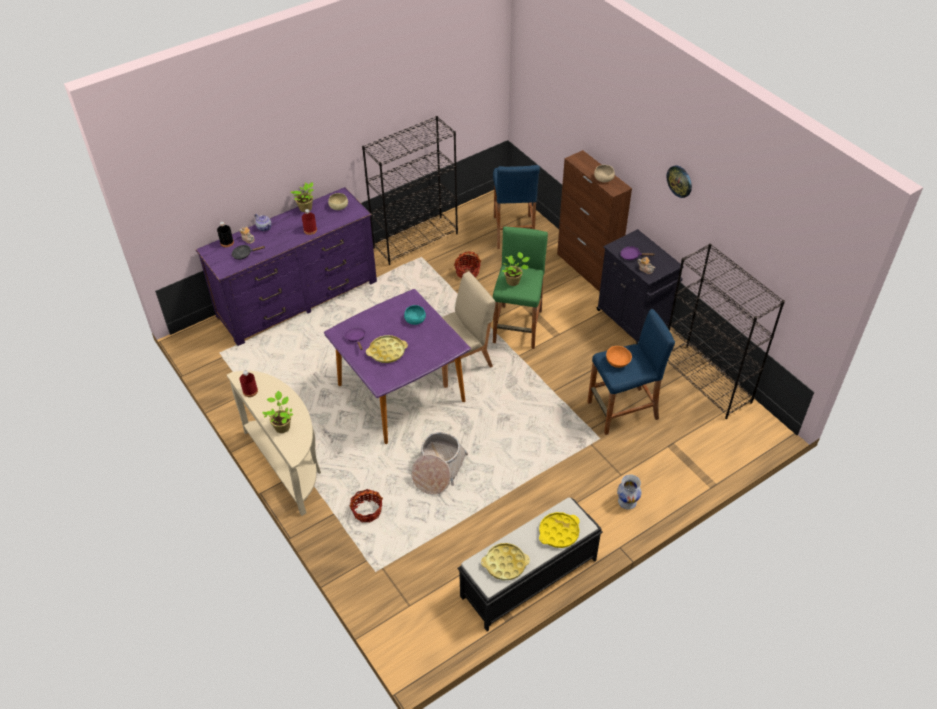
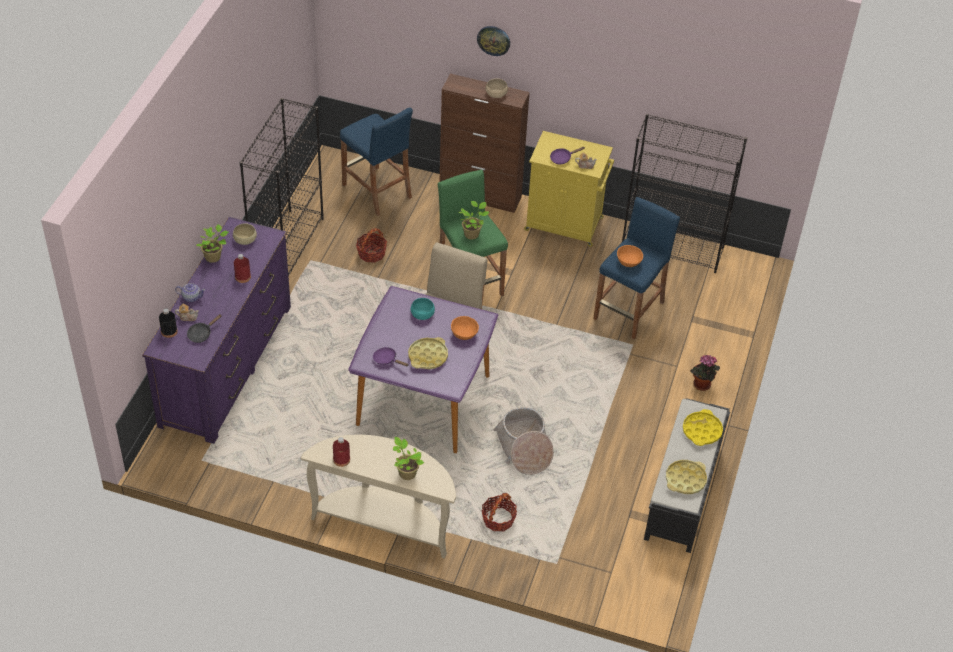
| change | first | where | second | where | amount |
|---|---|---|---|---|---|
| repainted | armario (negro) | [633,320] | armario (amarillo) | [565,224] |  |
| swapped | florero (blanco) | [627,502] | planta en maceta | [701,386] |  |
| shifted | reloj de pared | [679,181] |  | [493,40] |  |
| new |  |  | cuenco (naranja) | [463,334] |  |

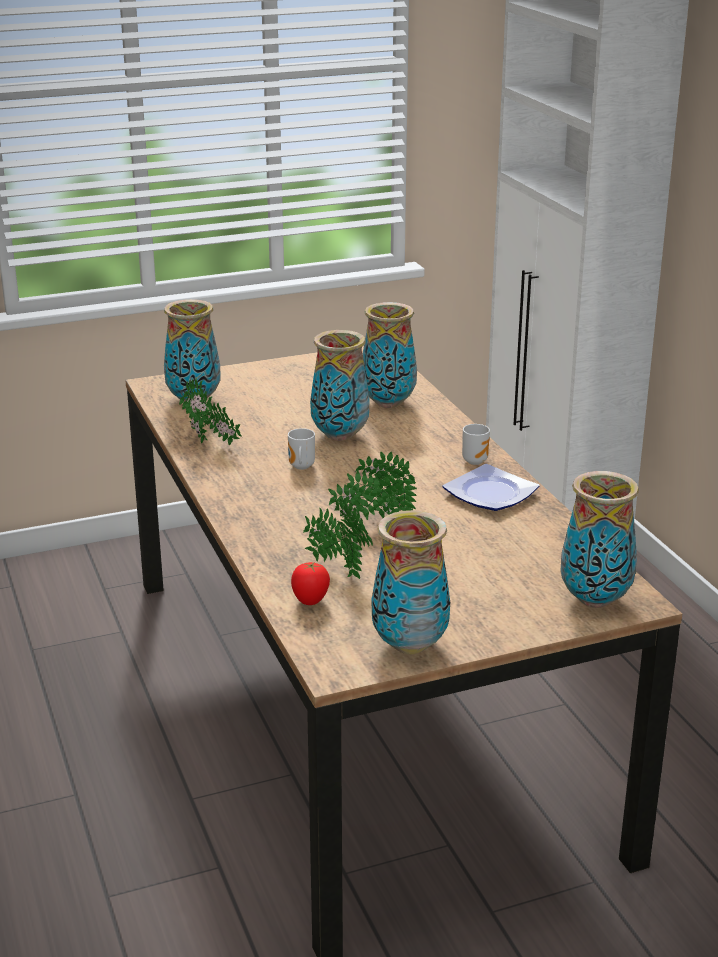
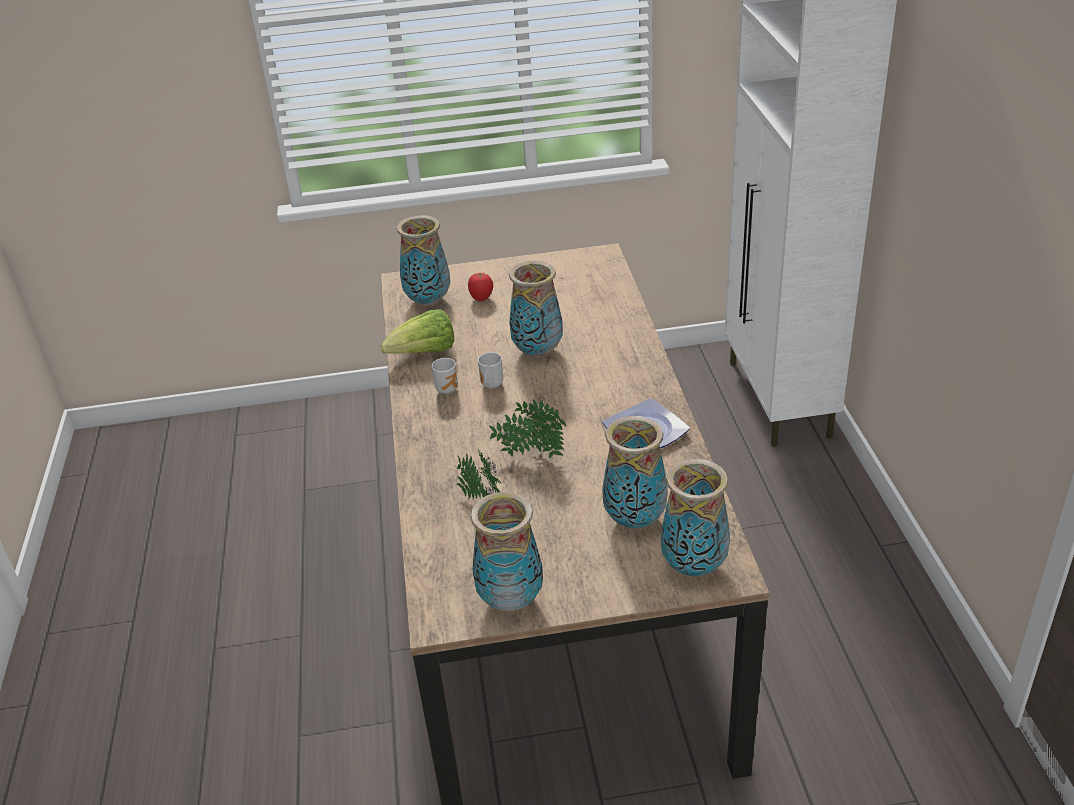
| change | first | where | second | where | amount |
|---|---|---|---|---|---|
| swapped | planta en maceta | [211,445] | lechuga | [424,354] |  |
| shifted | tomate | [310,601] |  | [481,298] |  |
| shifted | florero | [387,403] |  | [634,520] |  |
| shifted | taza grande | [475,460] |  | [448,389] |  |

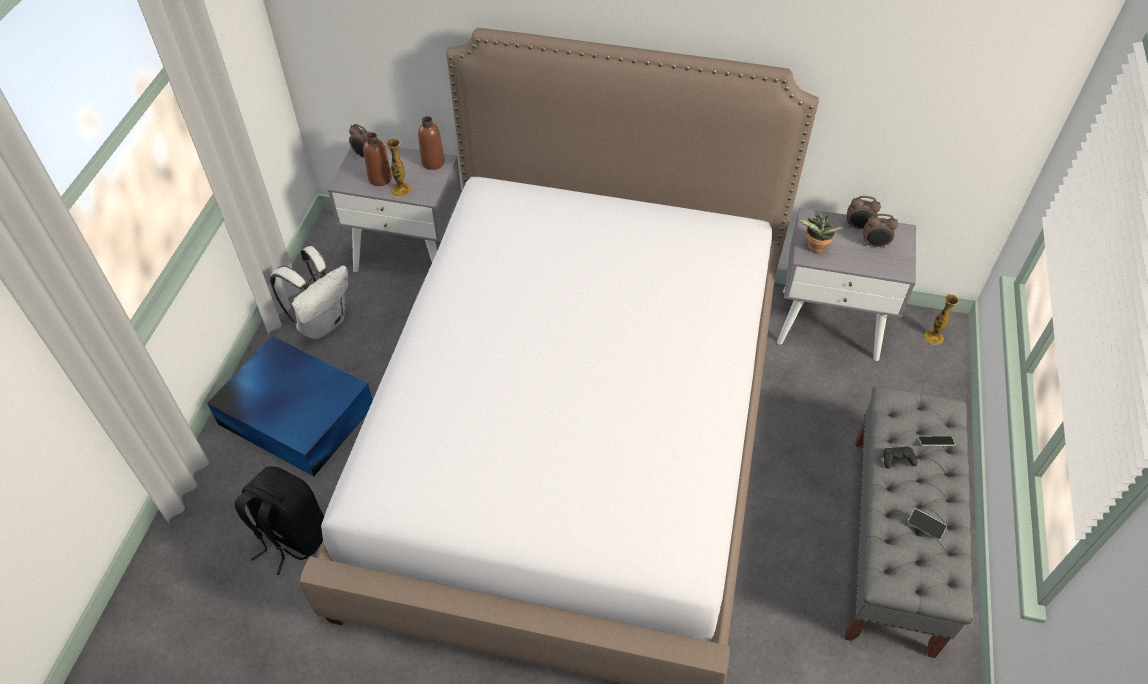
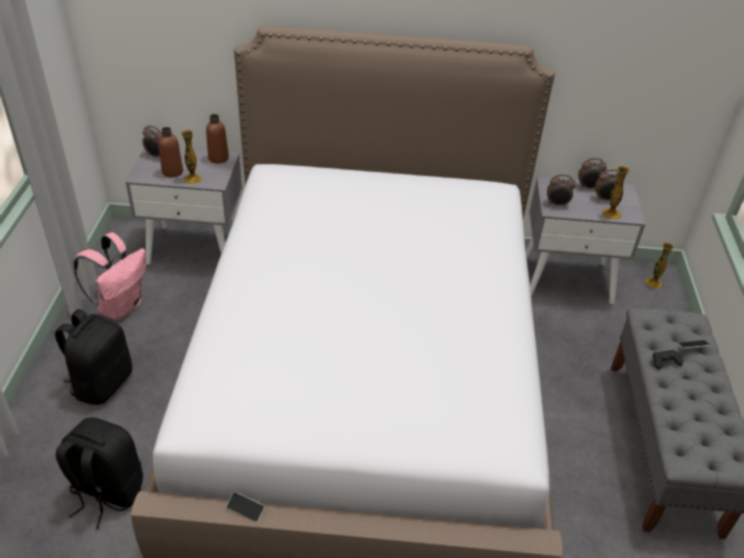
| change | first | where | second | where | amount |
|---|---|---|---|---|---|
| swapped | caja de almacenaje (azul) | [295,413] | mochila (negro) | [102,383] |  |
| repainted | mochila (blanco) | [322,322] | mochila (rosa) | [121,306] |  |
| swapped | planta en maceta | [814,248] | despertador | [557,204] |  |
| shifted | móvil | [925,526] |  | [245,509] |  |
| new |  |  | florero | [611,214] |  |

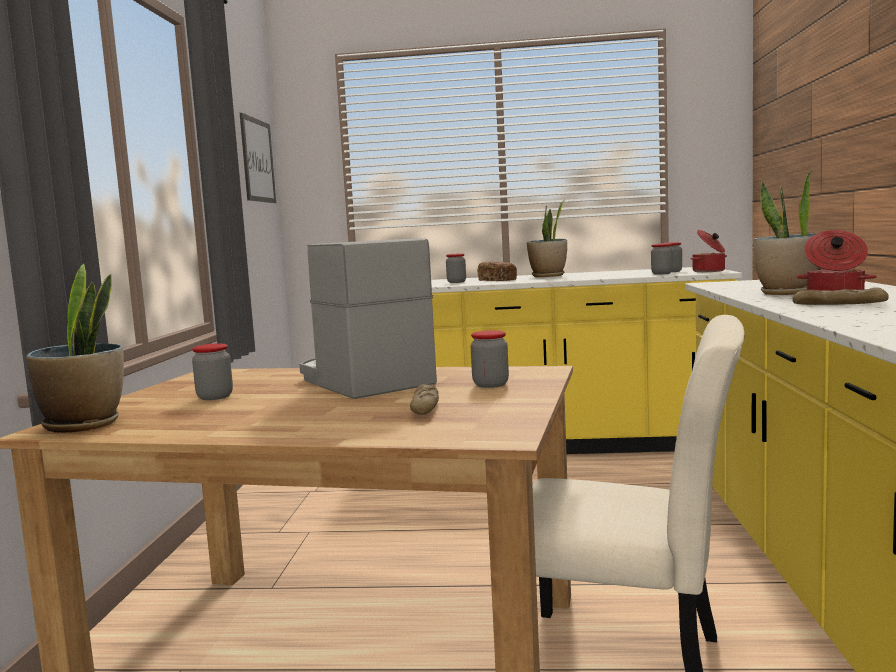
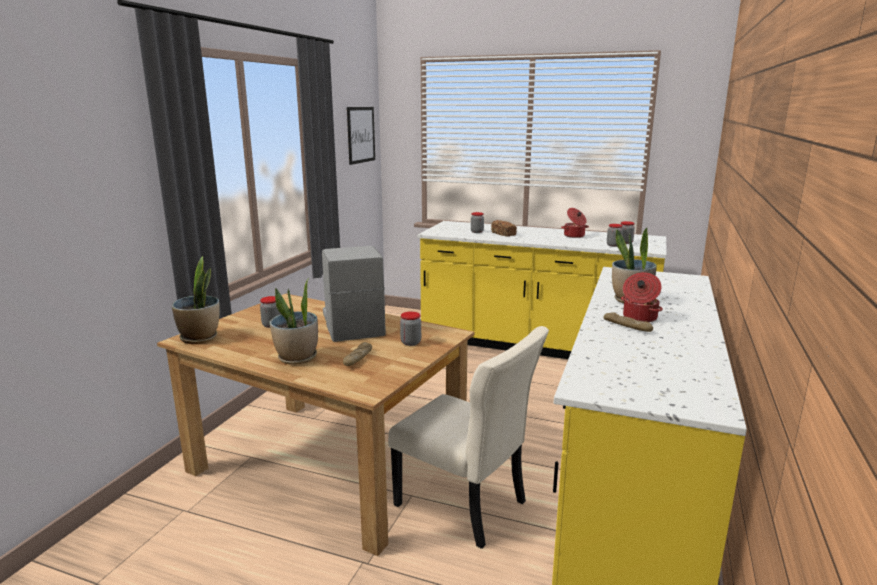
| change | first | where | second | where | amount |
|---|---|---|---|---|---|
| shifted | planta en maceta | [548,276] |  | [297,358] |  |
| shifted | olla | [709,271] |  | [574,236] |  |

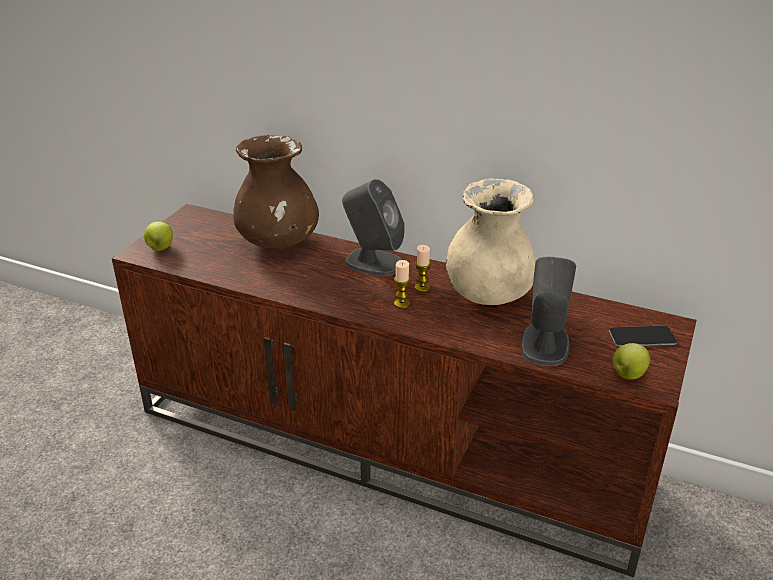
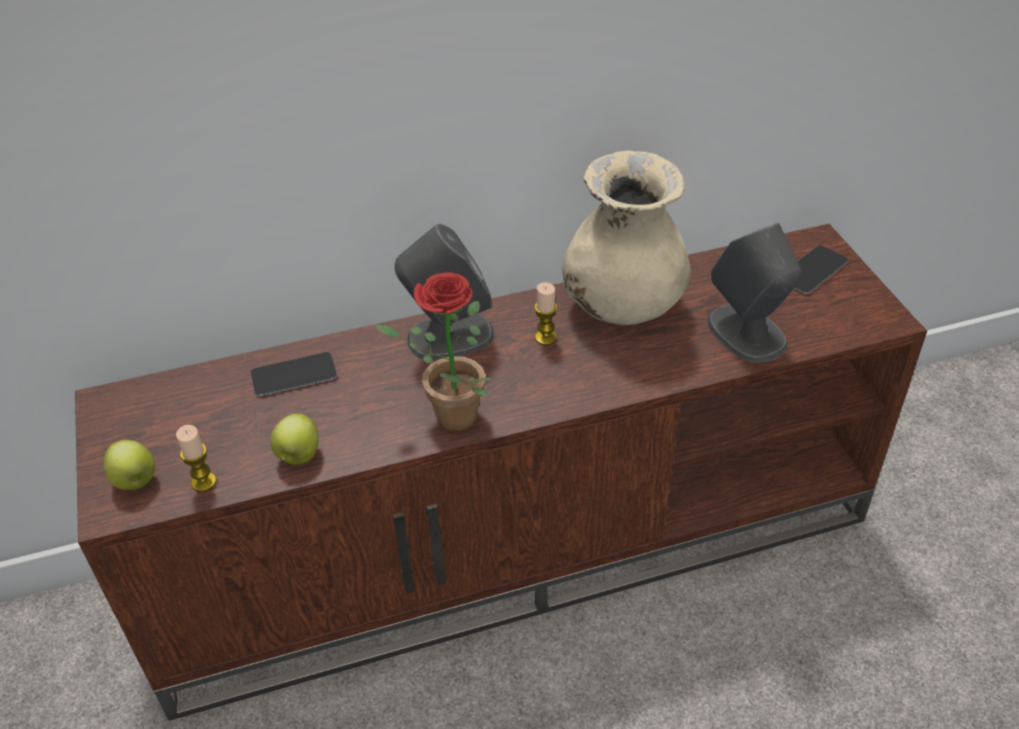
| change | first | where | second | where | amount |
|---|---|---|---|---|---|
| swapped | florero (marrón) | [279,242] | móvil | [294,375] |  |
| shifted | vela | [401,303] |  | [204,482] |  |
| shifted | manzana | [627,375] |  | [298,456] |  |
| new |  |  | planta en maceta | [447,418] |  |

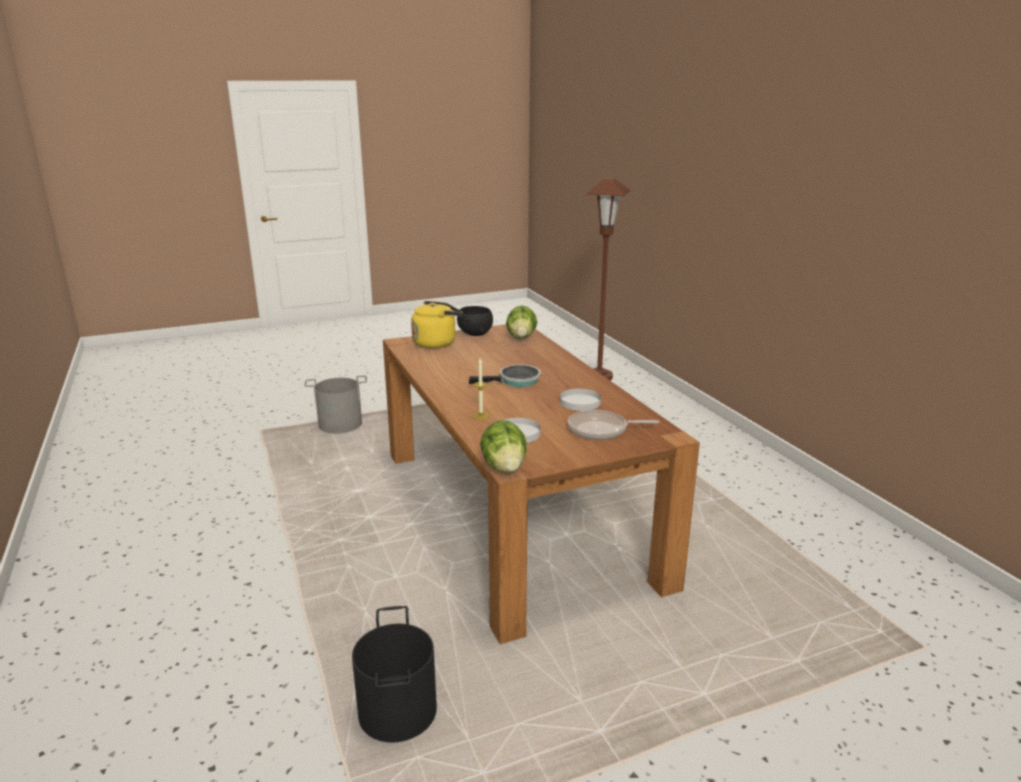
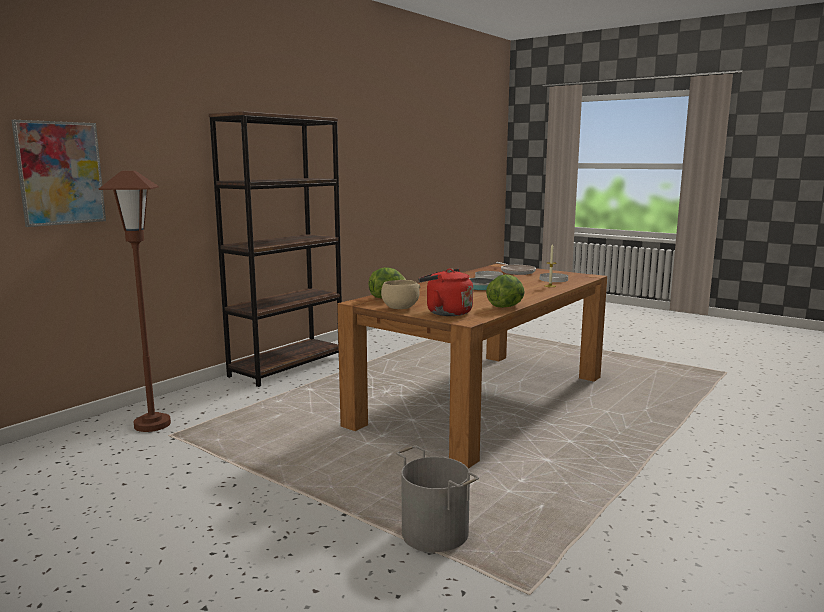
| change | first | where | second | where | amount |
|---|---|---|---|---|---|
| gone | cubo (negro) | [396,712] |  |  |  |
| repainted | hervidor (amarillo) | [436,343] | hervidor (rojo) | [446,312] |  |
| repainted | cuenco (negro) | [475,333] | cuenco (beis) | [399,308] |  |
| shifted | lechuga | [504,468] |  | [506,306] |  |
| new |  |  | cuadro | [60,173] |  |
| new |  |  | estantería (marrón) | [287,366] |  |

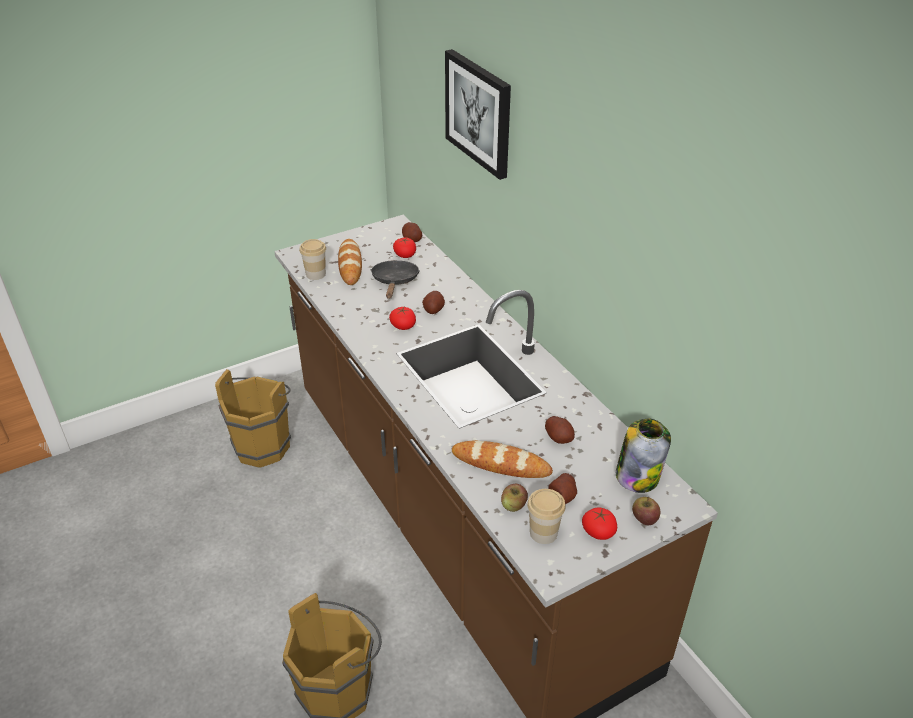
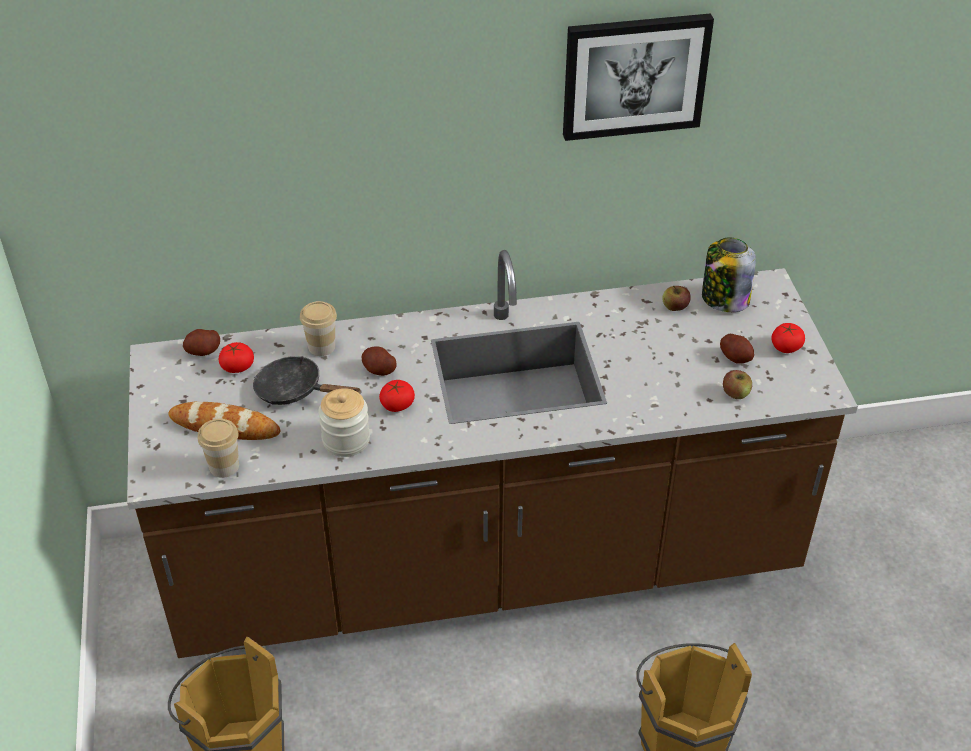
| change | first | where | second | where | amount |
|---|---|---|---|---|---|
| shifted | cuadro | [479,112] |  | [634,75] |  |
| gone | pan | [501,463] |  |  |  |
| shifted | taza | [543,533] |  | [321,346] |  |
| gone | patata | [559,437] |  |  |  |
| shifted | manzana | [644,519] |  | [675,307] |  |
| new |  |  | tarro | [346,440] |  |

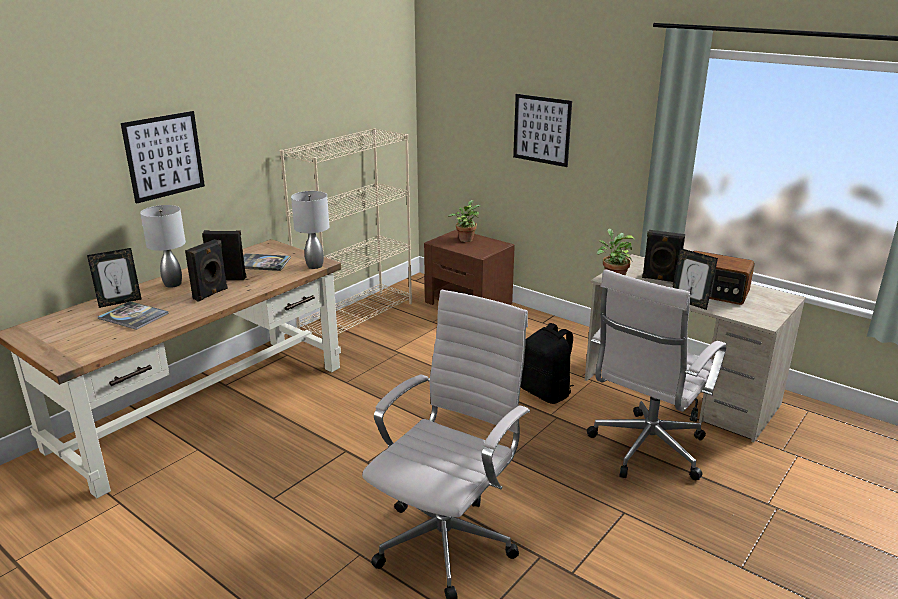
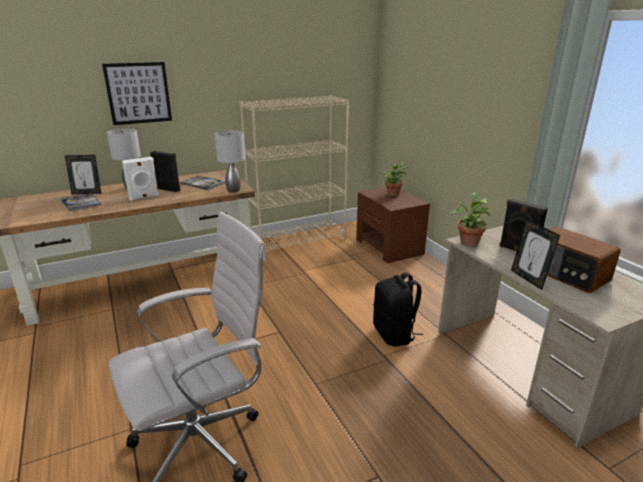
| change | first | where | second | where | amount |
|---|---|---|---|---|---|
| repainted | altavoz (negro) | [211,294] | altavoz (blanco) | [144,197] |  |
| gone | cuadro | [542,130] |  |  |  |
| gone | silla de oficina (blanco) | [645,451] |  |  |  |

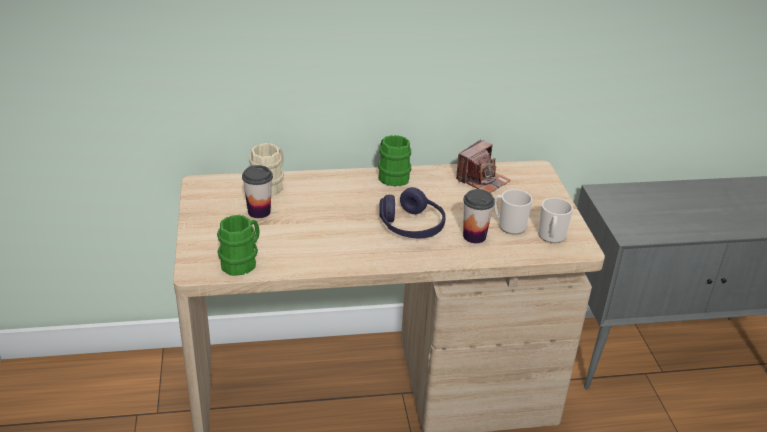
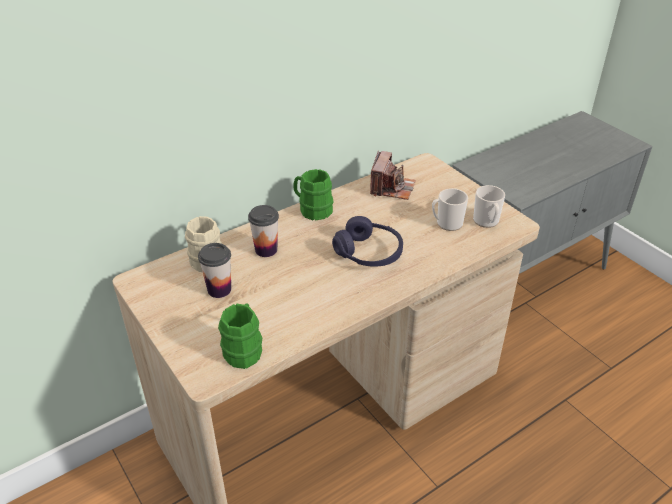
| change | first | where | second | where | amount |
|---|---|---|---|---|---|
| shifted | taza | [474,236] |  | [266,250] |  |

